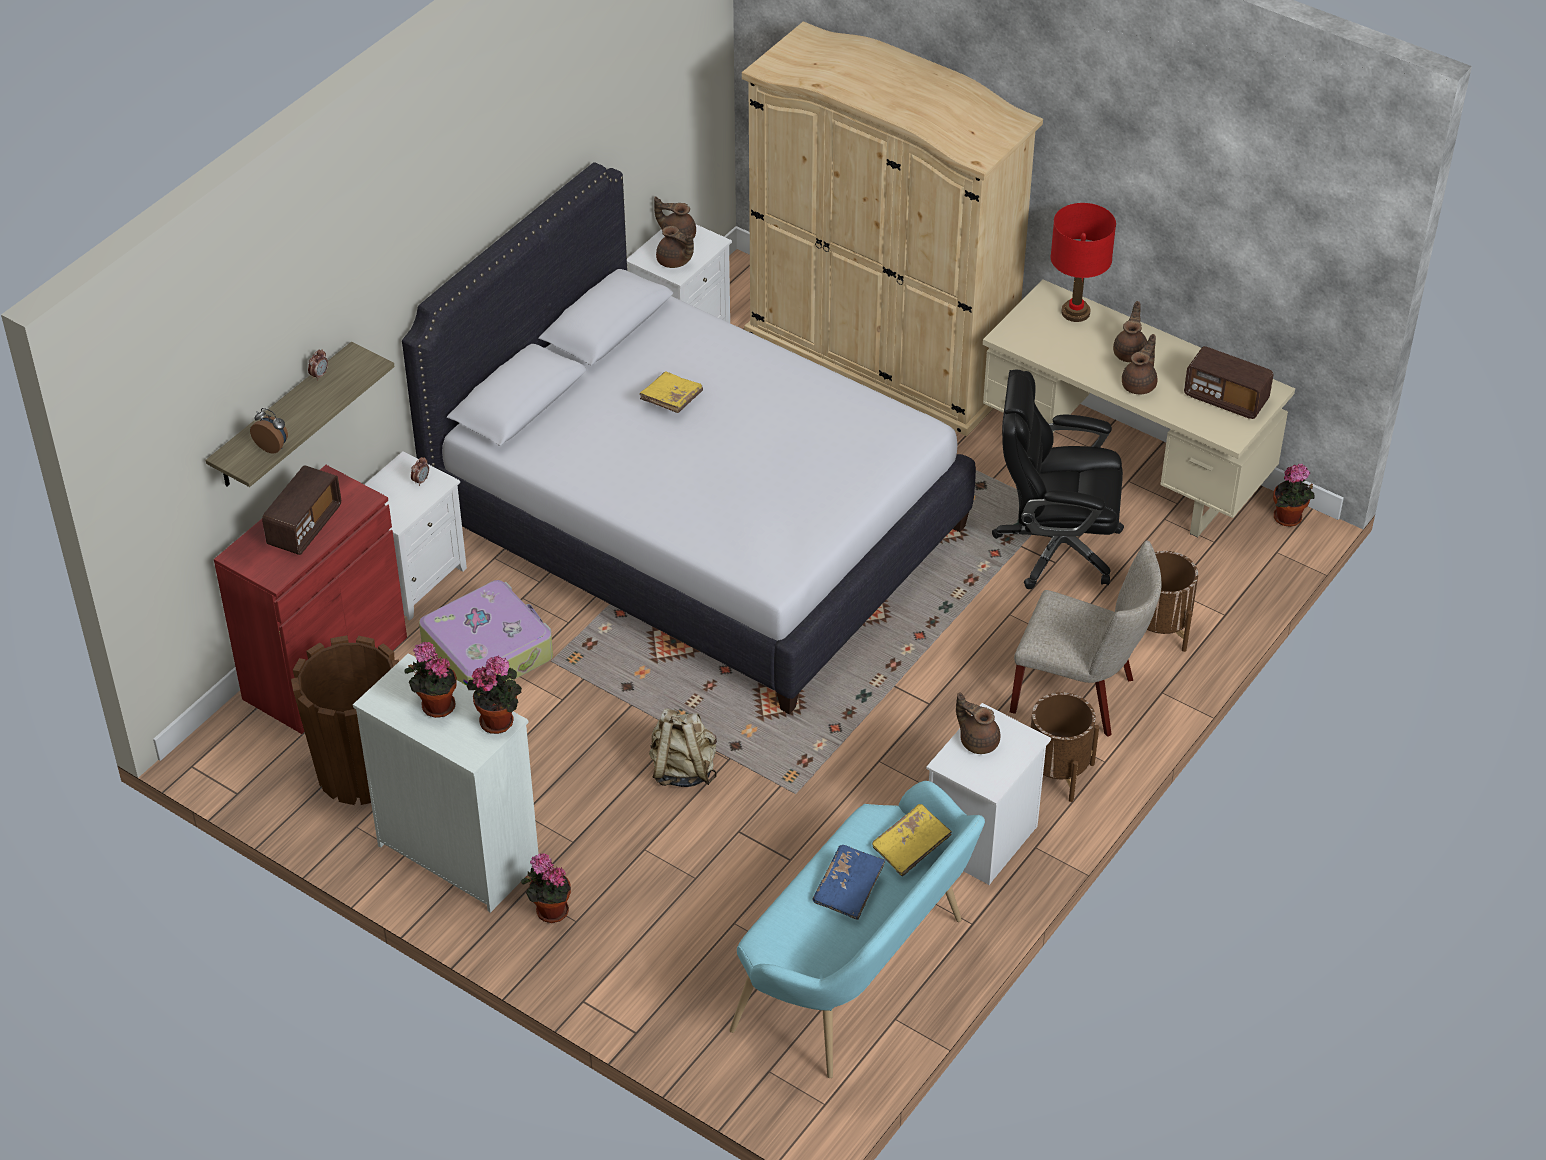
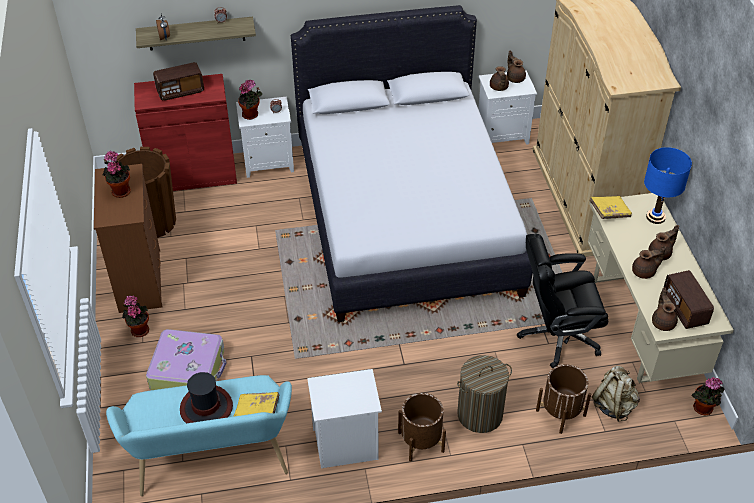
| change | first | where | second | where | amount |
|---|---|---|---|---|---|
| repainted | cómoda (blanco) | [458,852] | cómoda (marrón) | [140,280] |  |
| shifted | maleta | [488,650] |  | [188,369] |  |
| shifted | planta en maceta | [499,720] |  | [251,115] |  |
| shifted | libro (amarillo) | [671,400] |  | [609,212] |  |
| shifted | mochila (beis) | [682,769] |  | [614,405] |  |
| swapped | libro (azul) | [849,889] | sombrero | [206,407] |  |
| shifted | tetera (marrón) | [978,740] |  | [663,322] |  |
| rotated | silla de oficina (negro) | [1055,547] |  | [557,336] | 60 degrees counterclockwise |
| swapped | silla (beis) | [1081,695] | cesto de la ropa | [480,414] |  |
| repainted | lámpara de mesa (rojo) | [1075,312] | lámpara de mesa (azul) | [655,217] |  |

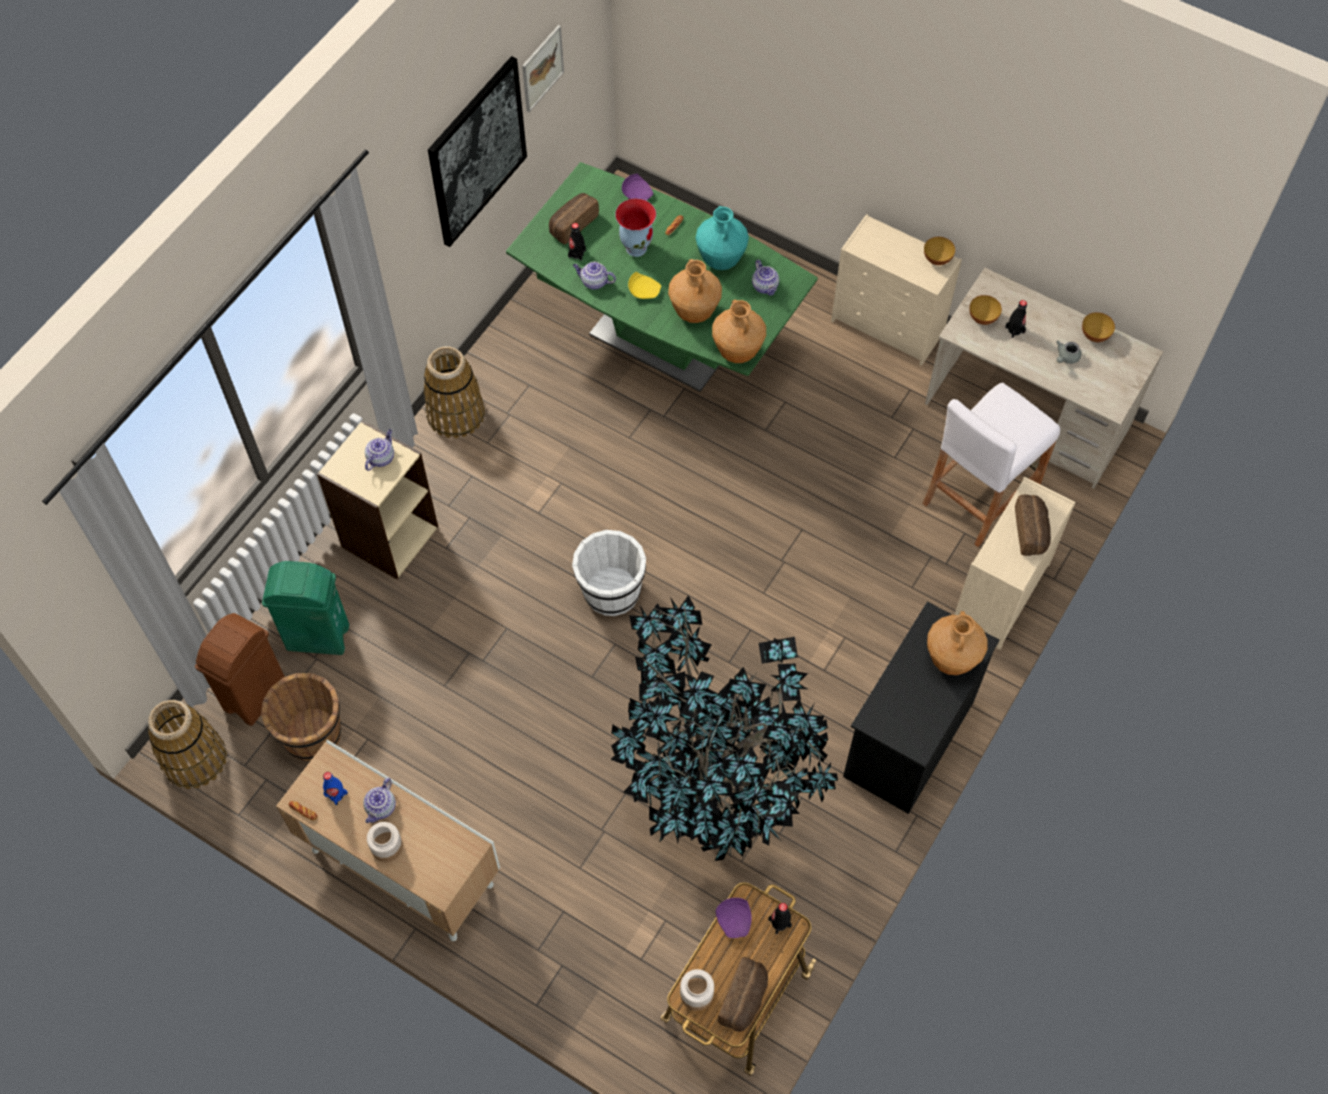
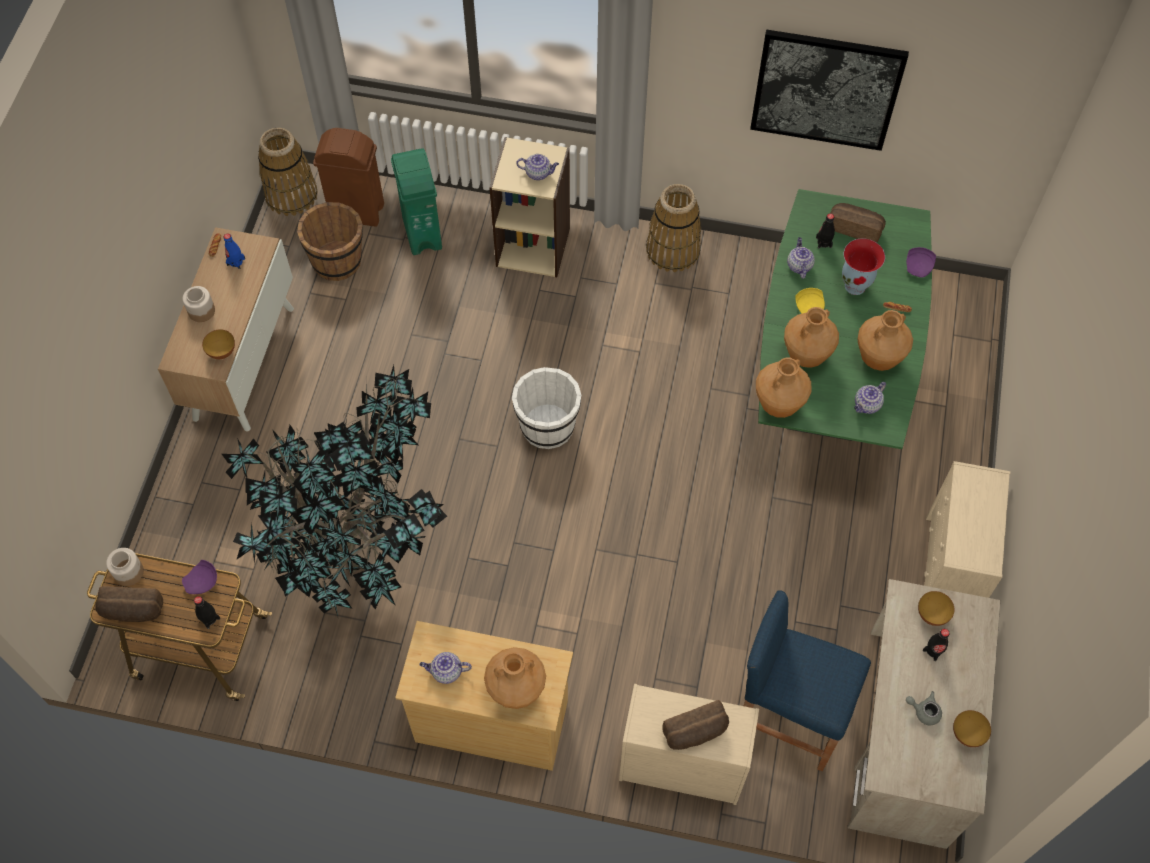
| change | first | where | second | where | amount |
|---|---|---|---|---|---|
| shifted | tetera | [381,808] |  | [446,672] |  |
| gone | cuadro | [542,68] |  |  |  |
| repainted | florero (turquesa) | [721,260] | florero (marrón) | [878,359] |  |
| repainted | cómoda (negro) | [908,739] | cómoda (beis) | [491,720] |  |
| repainted | taburete (blanco) | [979,495] | taburete (azul) | [787,714] |  |
| shifted | cuenco | [937,259] |  | [222,352] |  |

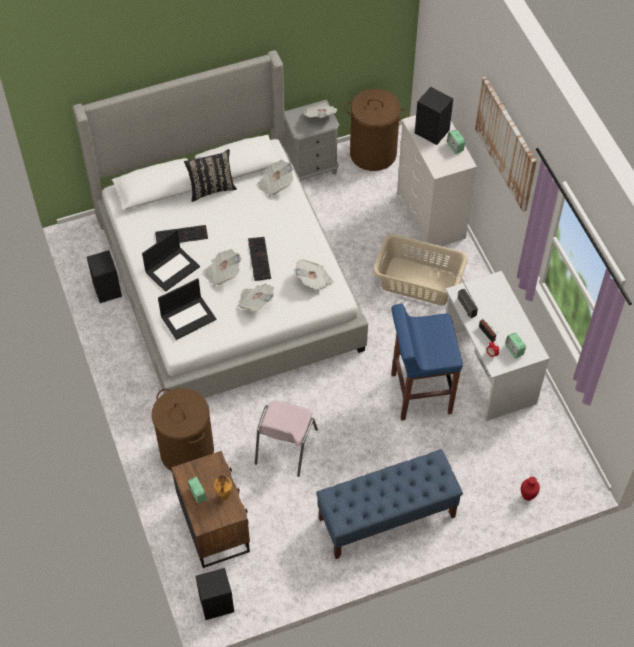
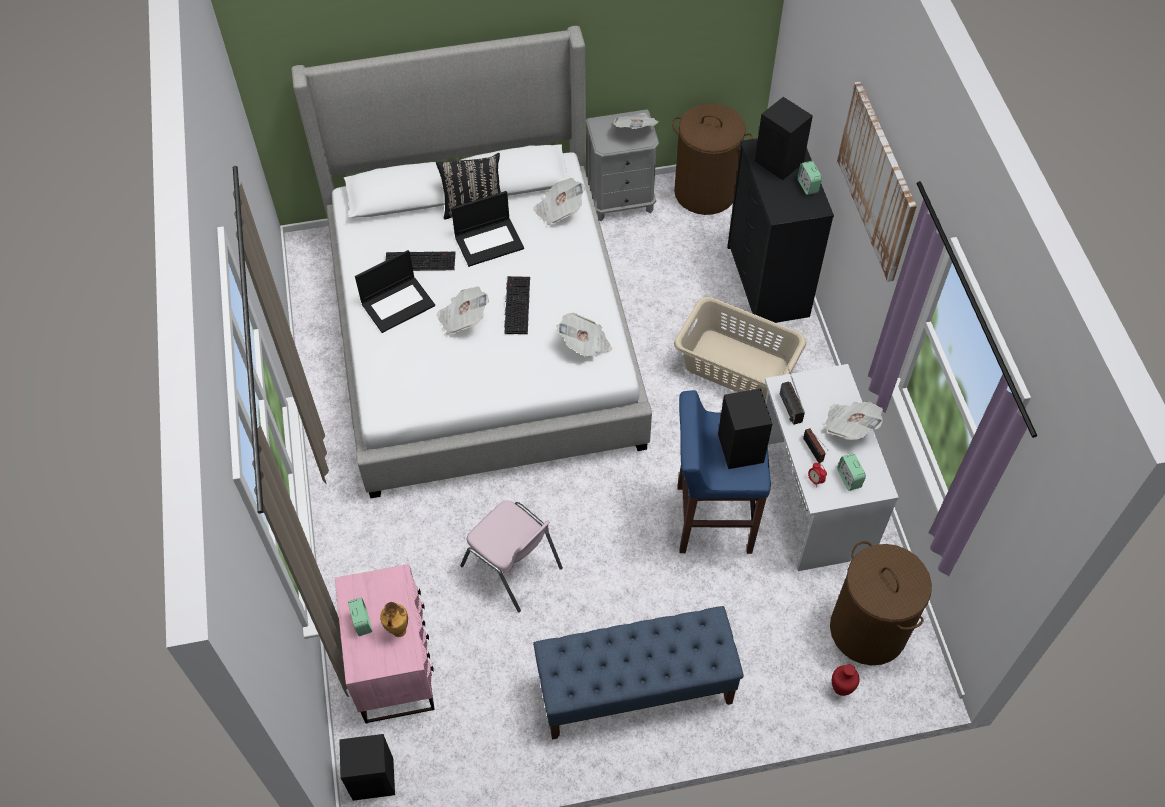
| change | first | where | second | where | amount |
|---|---|---|---|---|---|
| shifted | altavoz (negro) | [107,290] |  | [741,449] |  |
| shifted | cesto de la ropa (marrón) | [186,451] |  | [867,629] |  |
| shifted | portátil | [188,317] |  | [489,241] |  |
| repainted | mesita de noche (marrón) | [214,526] | mesita de noche (rosa) | [394,665] |  |
| shifted | periódico | [255,302] |  | [849,426] |  |
| rotated | silla (rosa) | [284,447] |  | [513,567] | 75 degrees counterclockwise |
| repainted | cómoda (blanco) | [431,216] | cómoda (negro) | [768,282] |  |

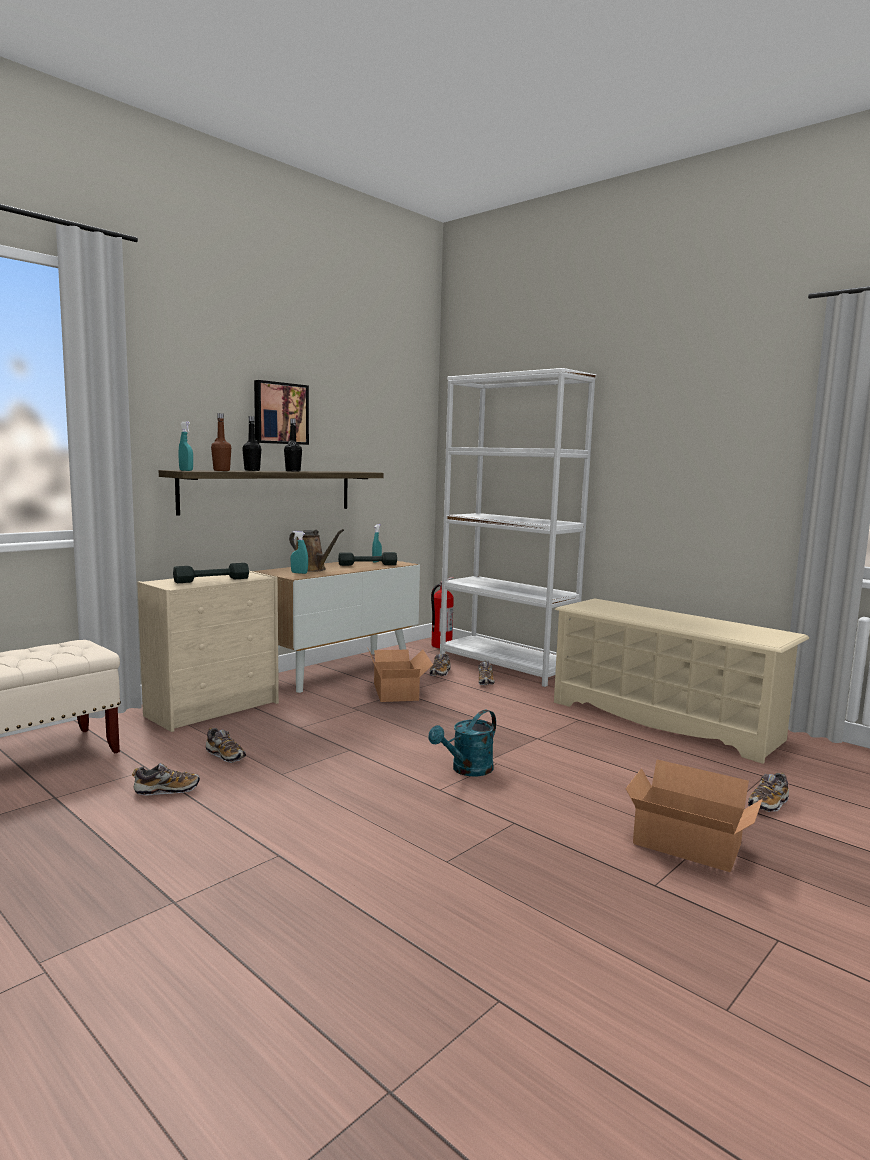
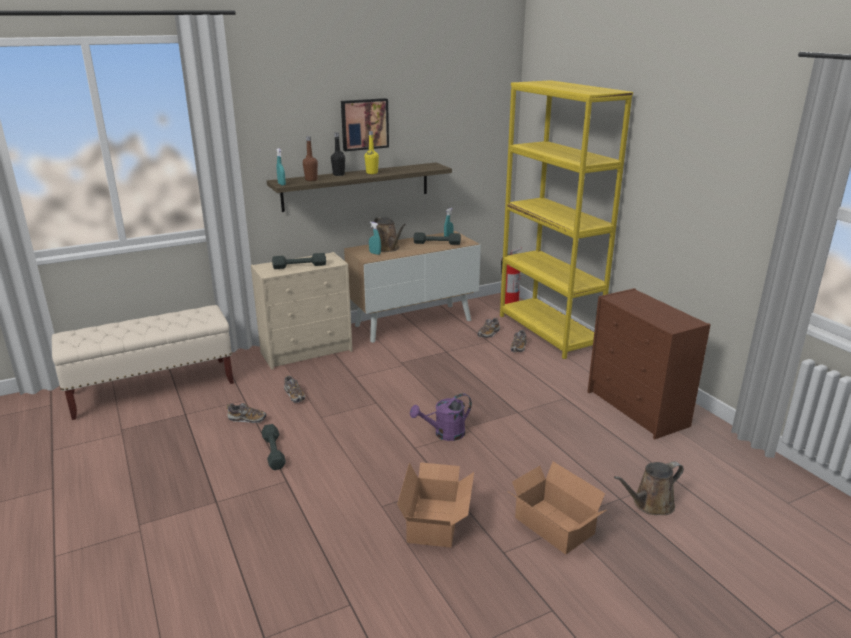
| change | first | where | second | where | amount |
|---|---|---|---|---|---|
| repainted | botella (negro) | [293,471] | botella (amarillo) | [372,173] |  |
| shifted | caja de cartón | [398,691] |  | [436,521] |  |
| repainted | regadera (turquesa) | [467,770] | regadera (morado) | [444,434] |  |
| repainted | estantería (blanco) | [506,666] | estantería (amarillo) | [548,332] |  |
| swapped | zapatero (beis) | [665,720] | cómoda (marrón) | [638,409] |  |
| swapped | zapato | [768,804] | regadera (marrón) | [650,504] |  |
| new |  |  | mancuerna (gris) | [274,451] |  |

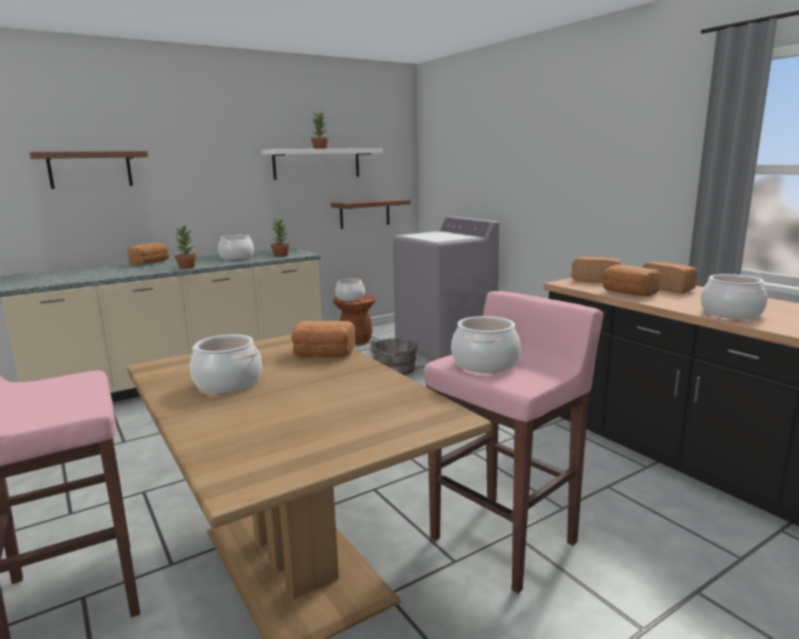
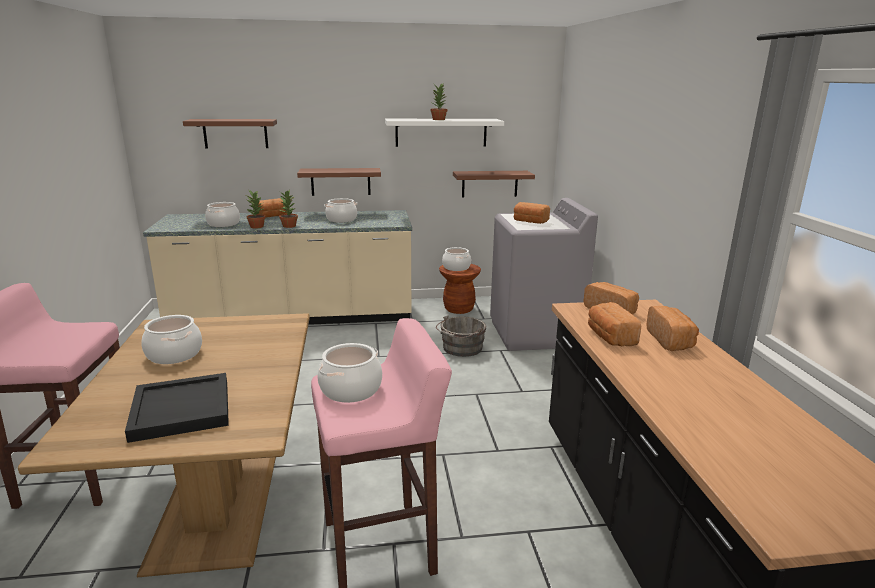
| change | first | where | second | where | amount |
|---|---|---|---|---|---|
| shifted | planta en maceta | [280,255] |  | [257,226] |  |
| shifted | pan | [323,355] |  | [529,222] |  |
| shifted | olla | [730,313] |  | [223,224] |  |
| new |  |  | bandeja (negro) | [180,410] |  |
| new |  |  | estante (marrón) | [340,181] |  |

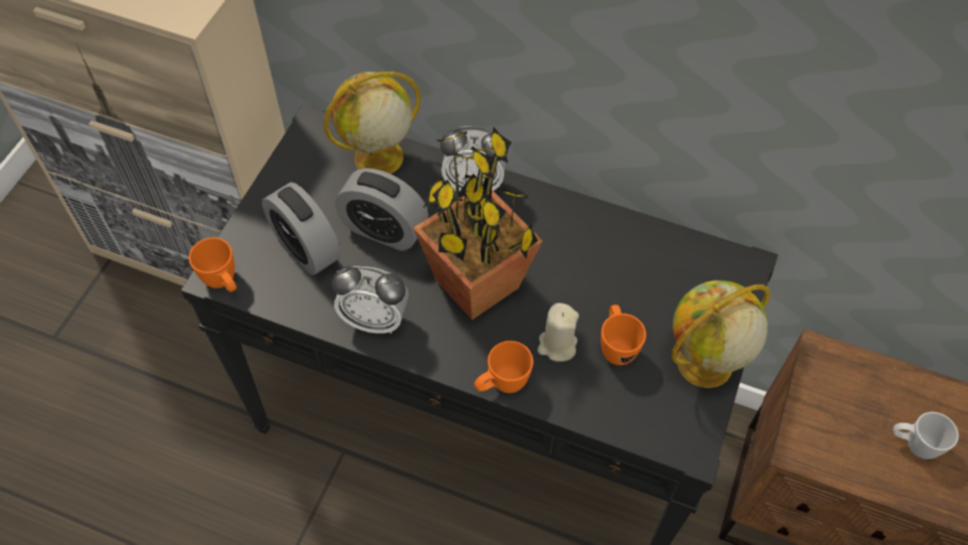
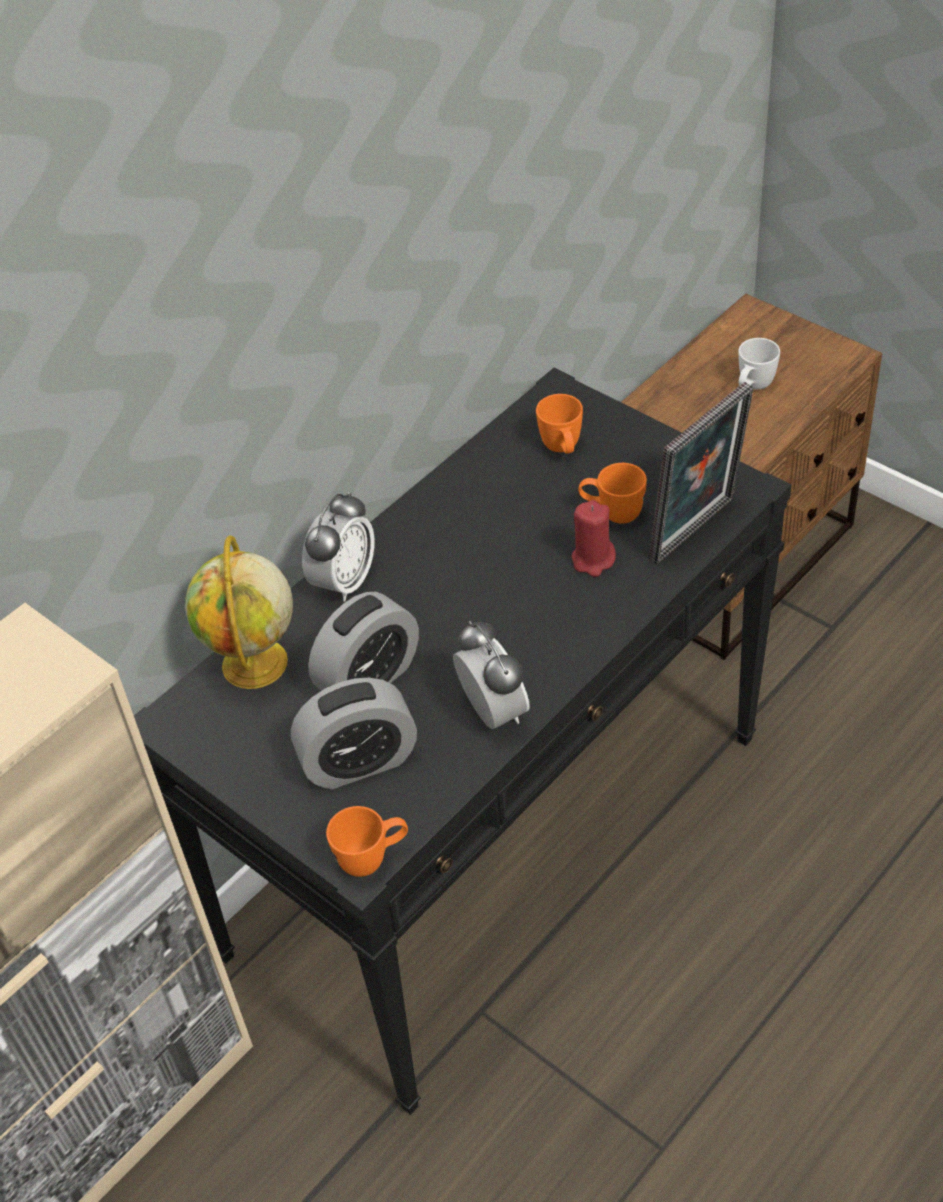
| change | first | where | second | where | amount |
|---|---|---|---|---|---|
| rotated | despertador | [374,319] |  | [493,712] | 60 degrees counterclockwise |
| gone | planta en maceta | [477,285] |  |  |  |
| shifted | taza grande (naranja) | [501,385] |  | [563,450] |  |
| repainted | vela (beis) | [557,345] | vela (rojo) | [593,560] |  |
| gone | globo terráqueo | [703,364] |  |  |  |
| new |  |  | portarretratos | [697,532] |  |

